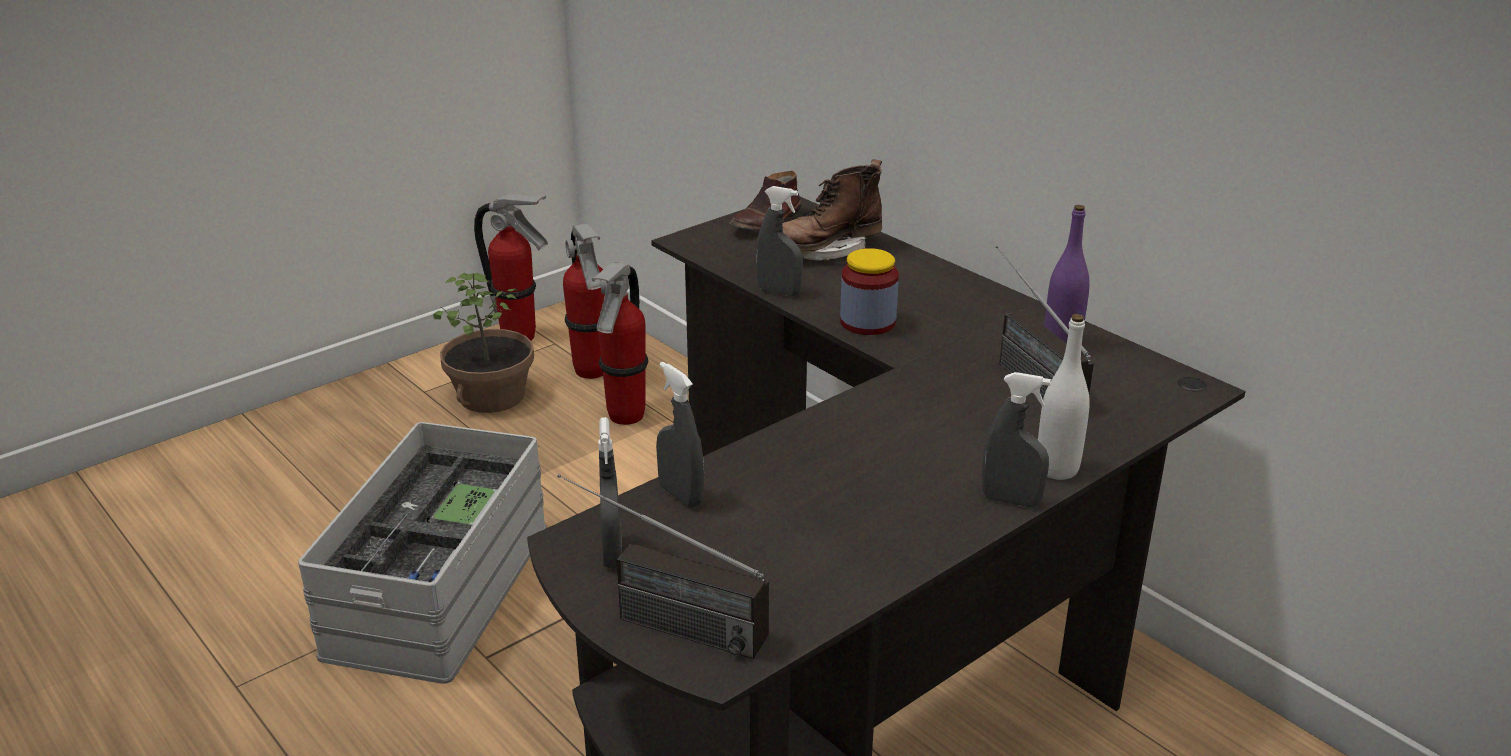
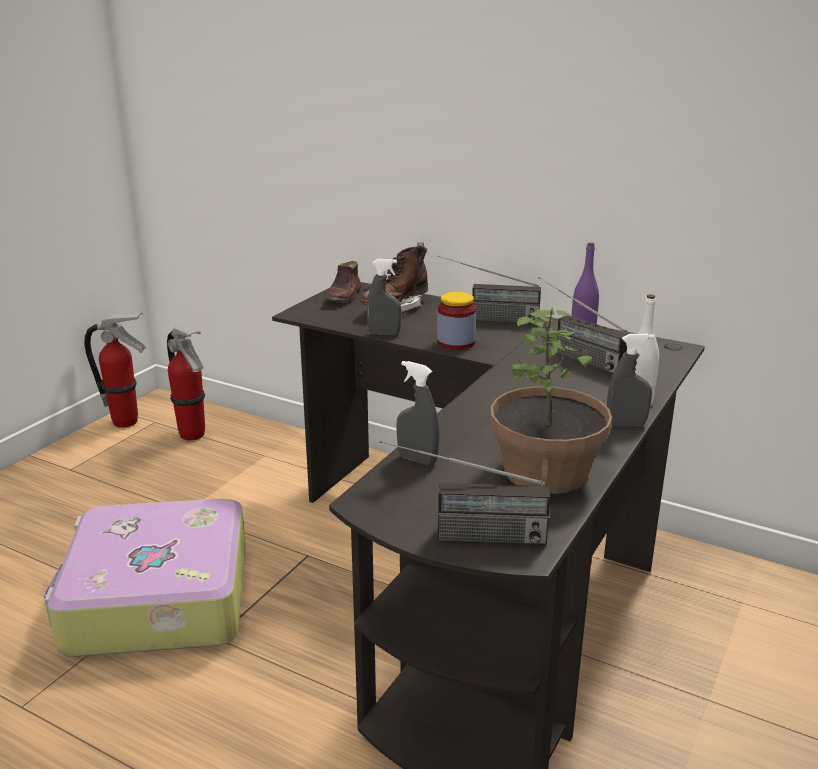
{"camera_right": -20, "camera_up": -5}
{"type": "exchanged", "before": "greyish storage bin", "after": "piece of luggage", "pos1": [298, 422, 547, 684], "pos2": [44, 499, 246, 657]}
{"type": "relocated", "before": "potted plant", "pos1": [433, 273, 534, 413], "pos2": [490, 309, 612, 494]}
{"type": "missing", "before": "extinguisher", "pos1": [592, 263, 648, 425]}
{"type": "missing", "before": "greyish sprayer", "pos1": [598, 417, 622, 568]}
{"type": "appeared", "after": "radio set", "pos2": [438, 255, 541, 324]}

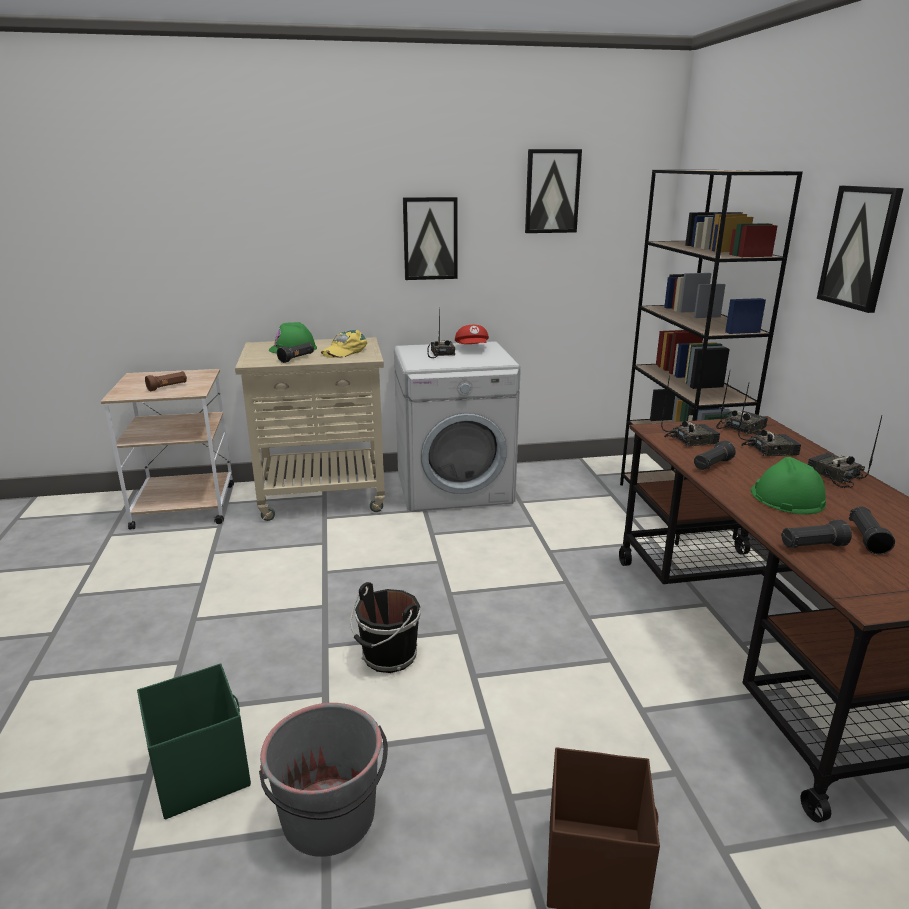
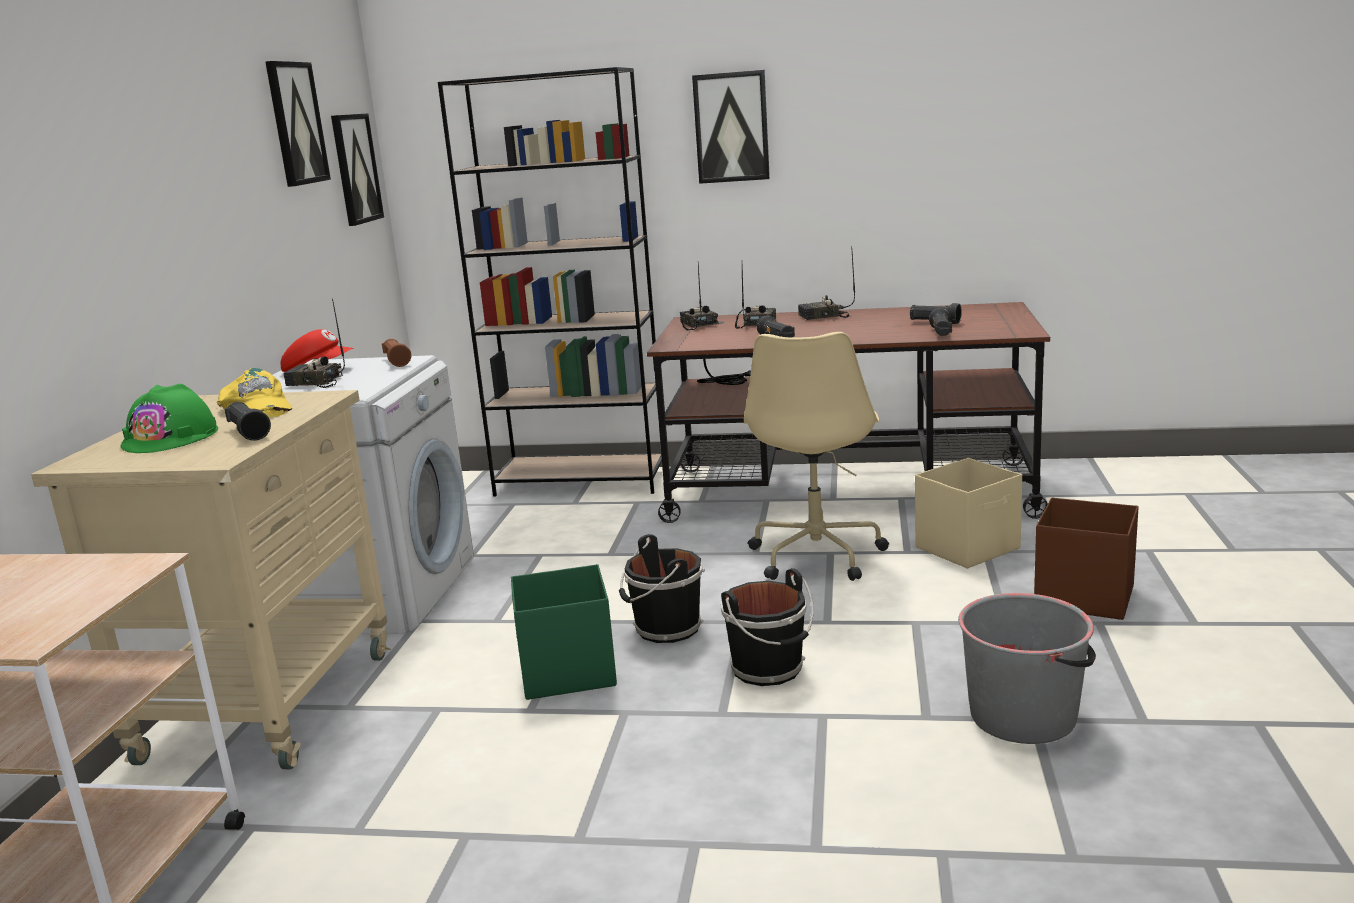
{"camera_right": -70, "camera_up": -5}
{"type": "relocated", "before": "greenish storage bin", "pos1": [137, 663, 251, 819], "pos2": [511, 564, 617, 700]}
{"type": "relocated", "before": "brown flashlight", "pos1": [145, 371, 187, 391], "pos2": [382, 339, 411, 367]}
{"type": "relocated", "before": "picture", "pos1": [403, 197, 458, 280], "pos2": [331, 113, 384, 226]}
{"type": "missing", "before": "radio set", "pos1": [661, 376, 720, 447]}
{"type": "missing", "before": "greenish safety helmet", "pos1": [751, 457, 826, 515]}
{"type": "appeared", "after": "black water bucket", "pos2": [619, 534, 705, 643]}
{"type": "appeared", "after": "beige-coloured office chair", "pos2": [744, 332, 889, 581]}
{"type": "appeared", "after": "beige-coloured storage bin", "pos2": [915, 458, 1022, 569]}

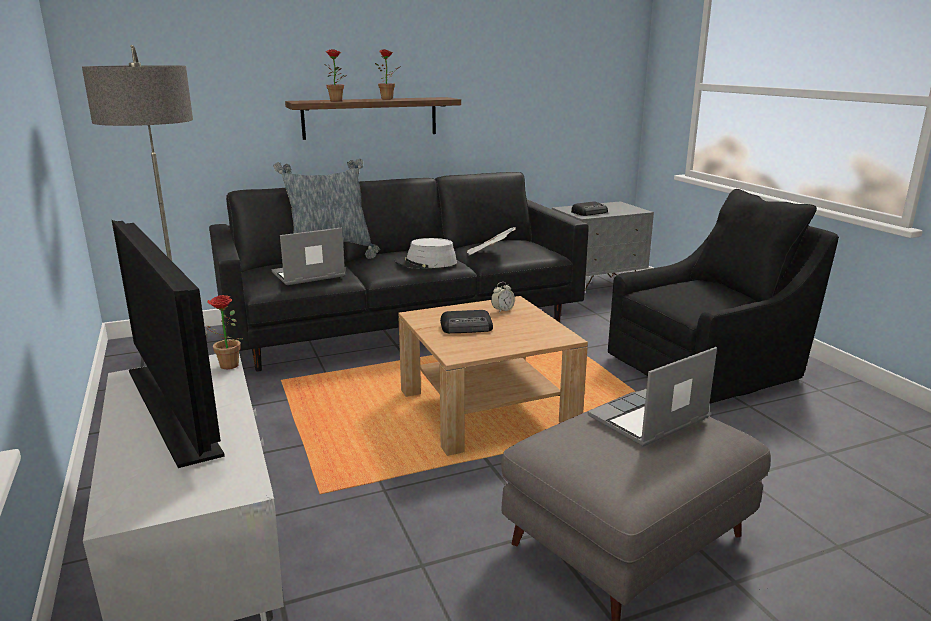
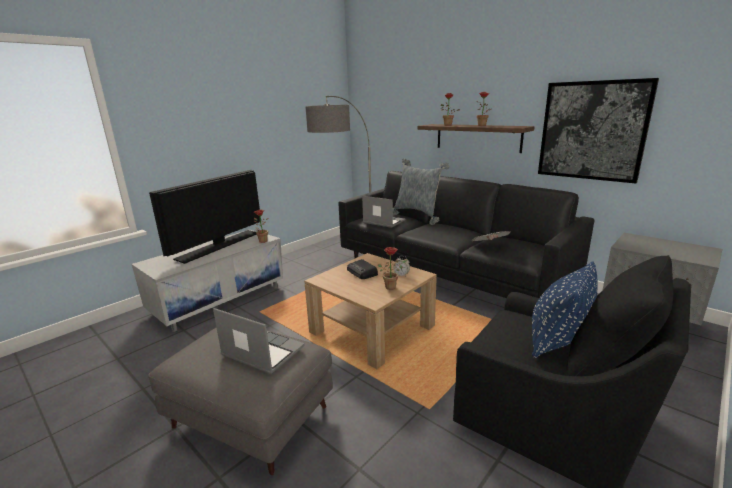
{"camera_right": 65, "camera_up": 0}
{"type": "missing", "before": "greyish clothing hat", "pos1": [394, 238, 457, 269]}
{"type": "missing", "before": "radio set", "pos1": [571, 201, 608, 216]}
{"type": "appeared", "after": "potted plant", "pos2": [378, 247, 408, 290]}
{"type": "appeared", "after": "bluish throw pillow", "pos2": [532, 261, 597, 358]}
{"type": "appeared", "after": "picture", "pos2": [538, 78, 659, 184]}

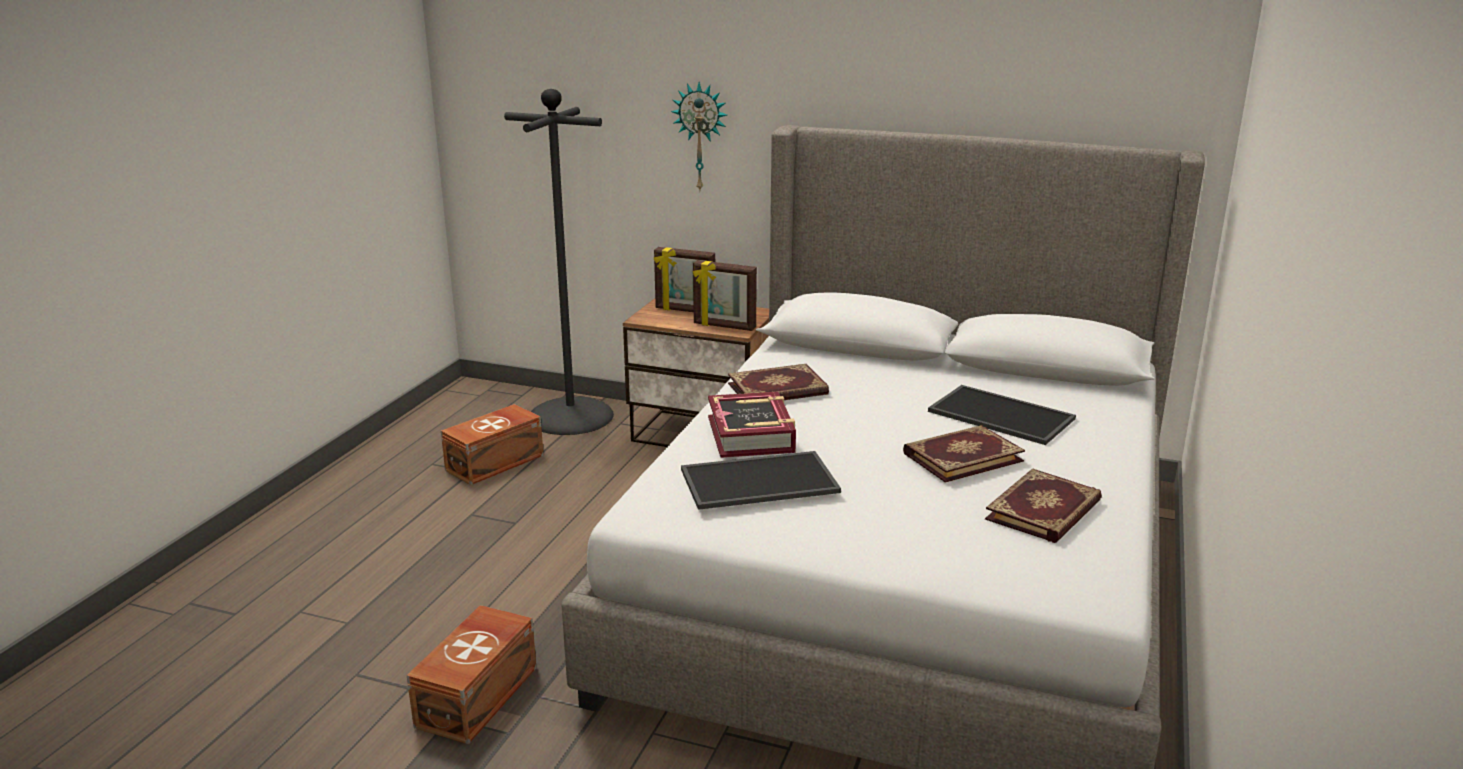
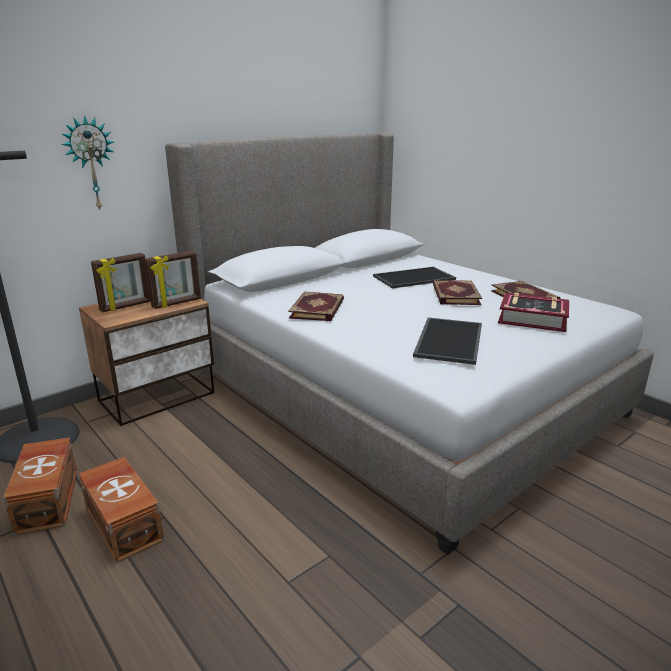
{"camera_right": -60, "camera_up": 0}
{"type": "relocated", "before": "brown storage bin", "pos1": [406, 605, 536, 744], "pos2": [79, 457, 164, 563]}
{"type": "relocated", "before": "book", "pos1": [708, 392, 796, 458], "pos2": [498, 292, 569, 332]}

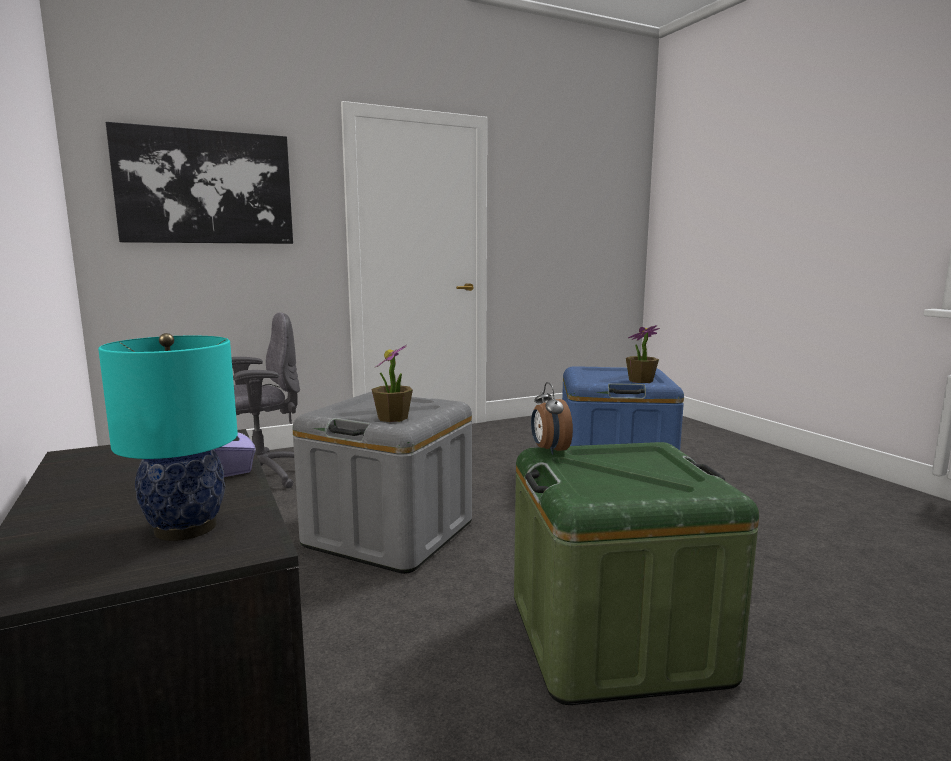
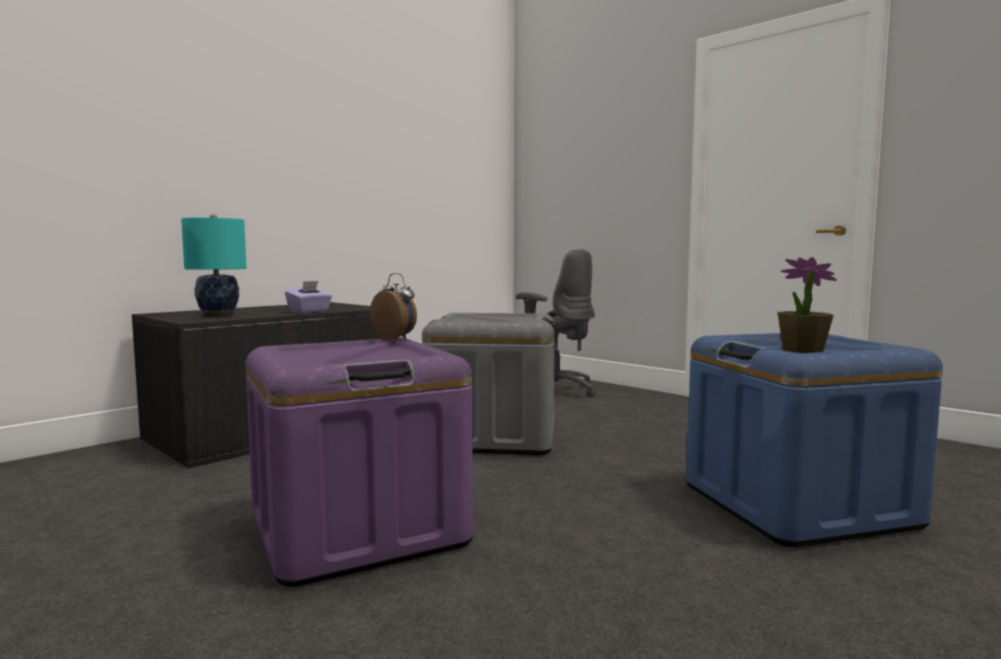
{"camera_right": 70, "camera_up": -5}
{"type": "missing", "before": "picture", "pos1": [106, 122, 293, 244]}
{"type": "missing", "before": "potted plant", "pos1": [371, 345, 413, 422]}
{"type": "colour", "before": "greenish storage bin", "after": "purple storage bin", "pos1": [514, 442, 759, 705], "pos2": [246, 338, 473, 587]}
{"type": "spun", "before": "alarm clock", "pos1": [531, 382, 573, 455], "pos2": [370, 273, 417, 340], "turn": 75}

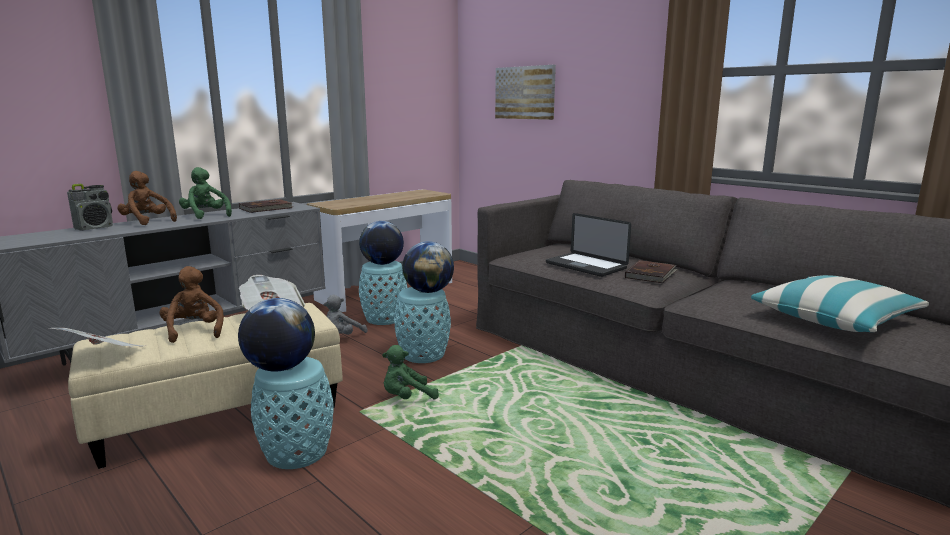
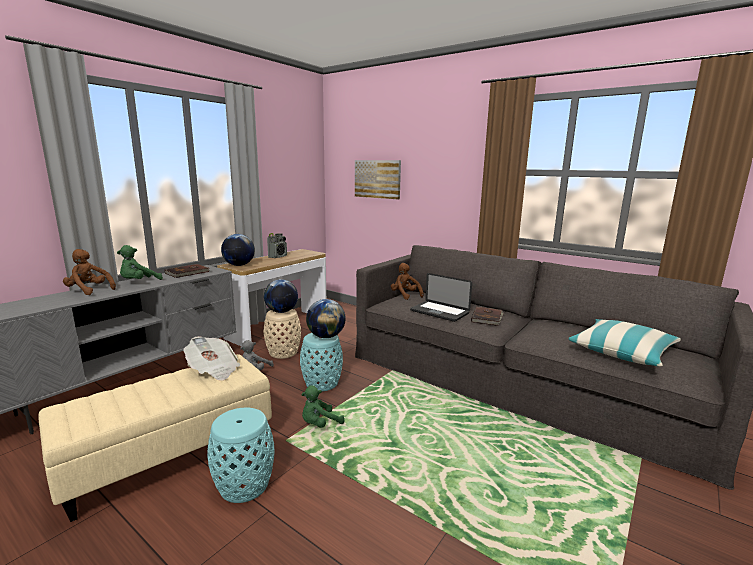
{"camera_right": -10, "camera_up": 0}
{"type": "missing", "before": "printed paper", "pos1": [49, 328, 142, 347]}
{"type": "relocated", "before": "radio set", "pos1": [67, 184, 113, 231], "pos2": [267, 233, 287, 258]}
{"type": "relocated", "before": "brown plush toy", "pos1": [159, 266, 224, 343], "pos2": [391, 263, 424, 300]}
{"type": "spun", "before": "greenish plush toy", "pos1": [179, 167, 232, 219], "pos2": [117, 245, 163, 280], "turn": -90}
{"type": "relocated", "before": "desk globe", "pos1": [238, 298, 315, 371], "pos2": [221, 234, 255, 266]}
{"type": "colour", "before": "blue-green stool", "after": "beige-coloured stool", "pos1": [359, 261, 407, 325], "pos2": [264, 309, 301, 359]}

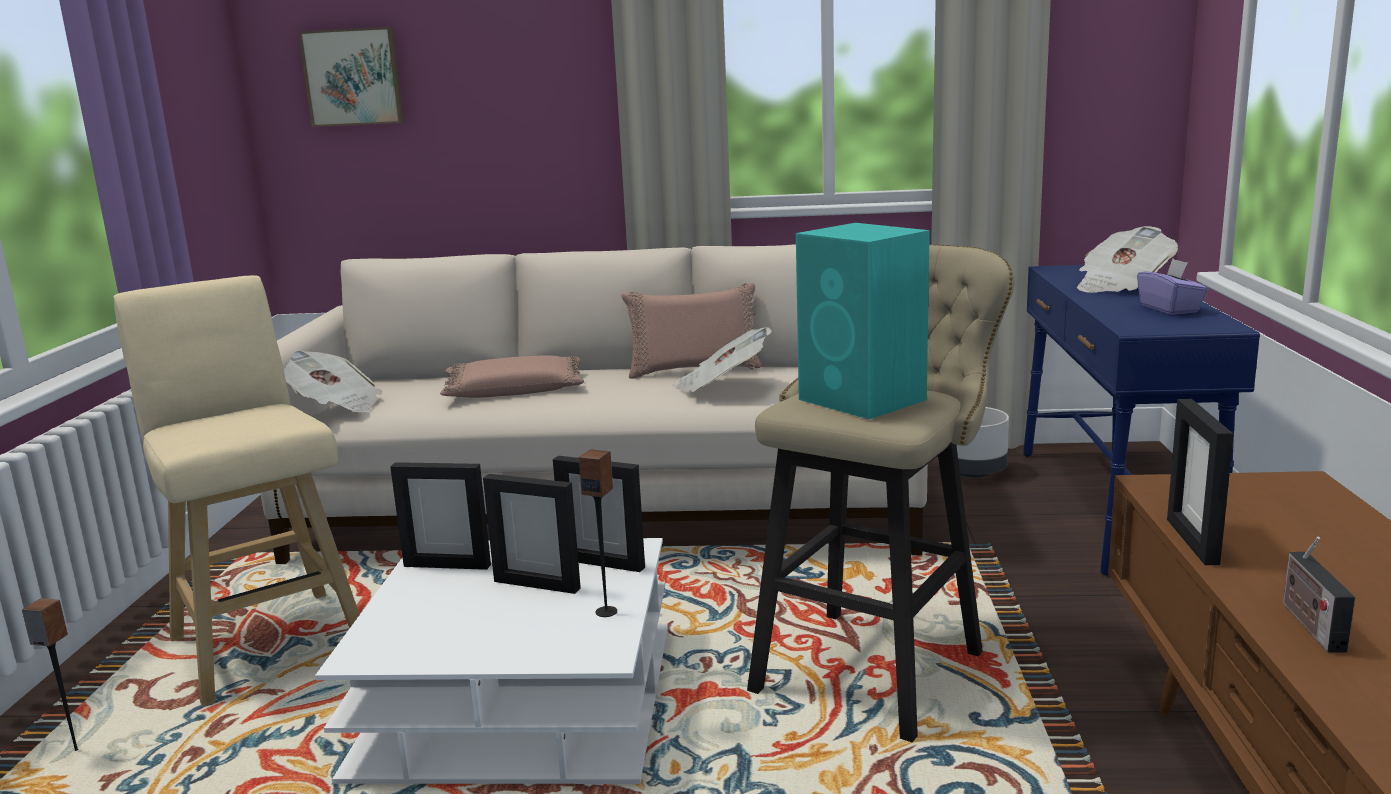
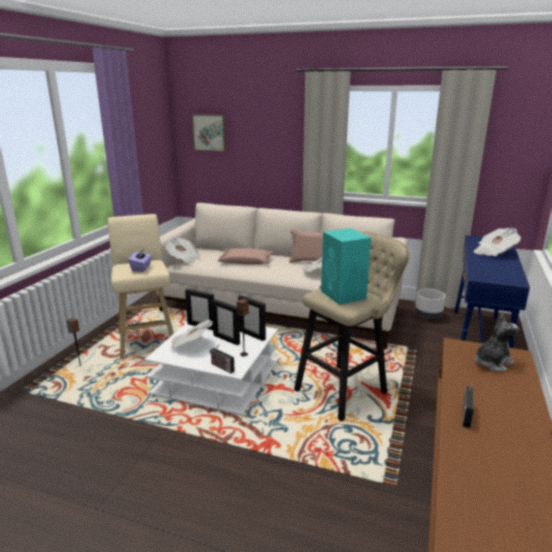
{"camera_right": 15, "camera_up": 5}
{"type": "relocated", "before": "purple tissue box", "pos1": [1137, 259, 1208, 315], "pos2": [129, 249, 152, 272]}
{"type": "missing", "before": "photo frame", "pos1": [1167, 399, 1234, 565]}
{"type": "appeared", "after": "printed paper", "pos2": [171, 319, 213, 349]}
{"type": "appeared", "after": "radio set", "pos2": [210, 344, 235, 373]}
{"type": "appeared", "after": "plush toy", "pos2": [475, 314, 519, 372]}

